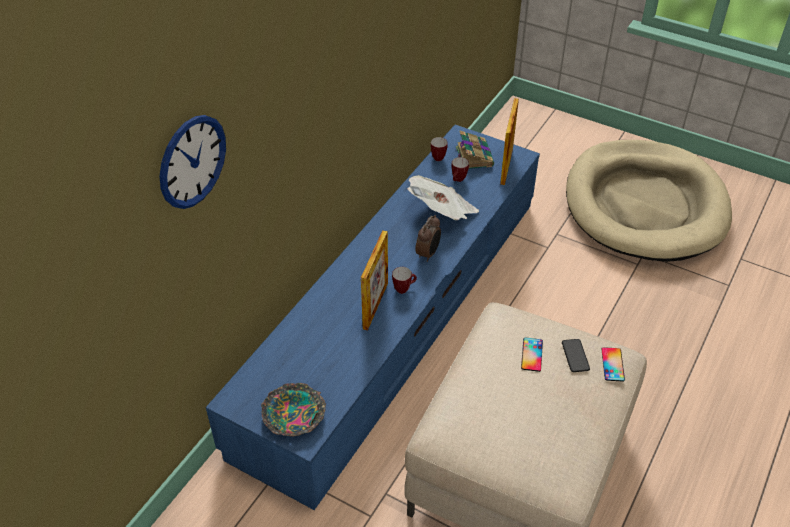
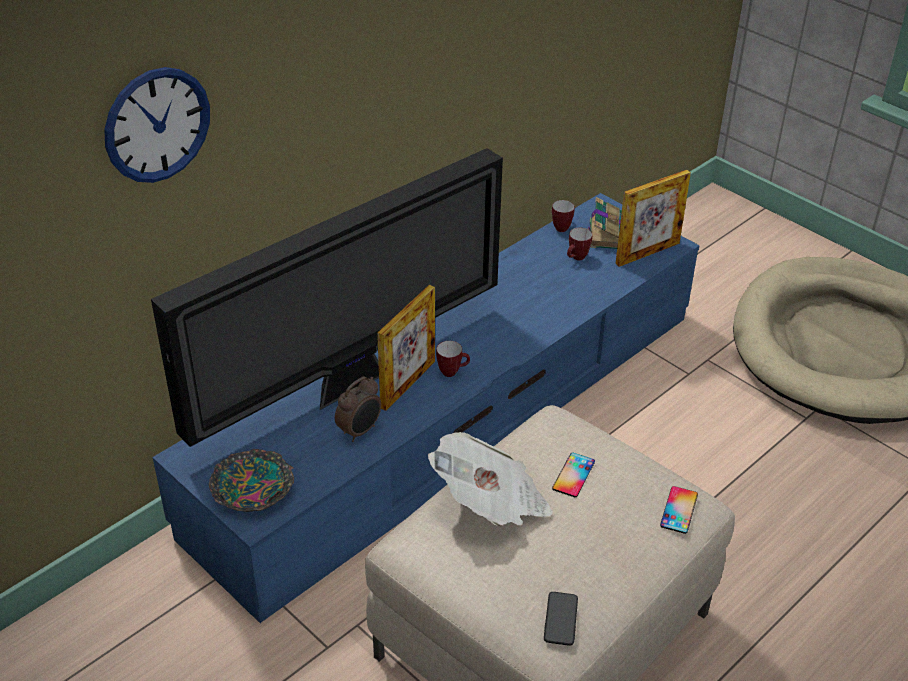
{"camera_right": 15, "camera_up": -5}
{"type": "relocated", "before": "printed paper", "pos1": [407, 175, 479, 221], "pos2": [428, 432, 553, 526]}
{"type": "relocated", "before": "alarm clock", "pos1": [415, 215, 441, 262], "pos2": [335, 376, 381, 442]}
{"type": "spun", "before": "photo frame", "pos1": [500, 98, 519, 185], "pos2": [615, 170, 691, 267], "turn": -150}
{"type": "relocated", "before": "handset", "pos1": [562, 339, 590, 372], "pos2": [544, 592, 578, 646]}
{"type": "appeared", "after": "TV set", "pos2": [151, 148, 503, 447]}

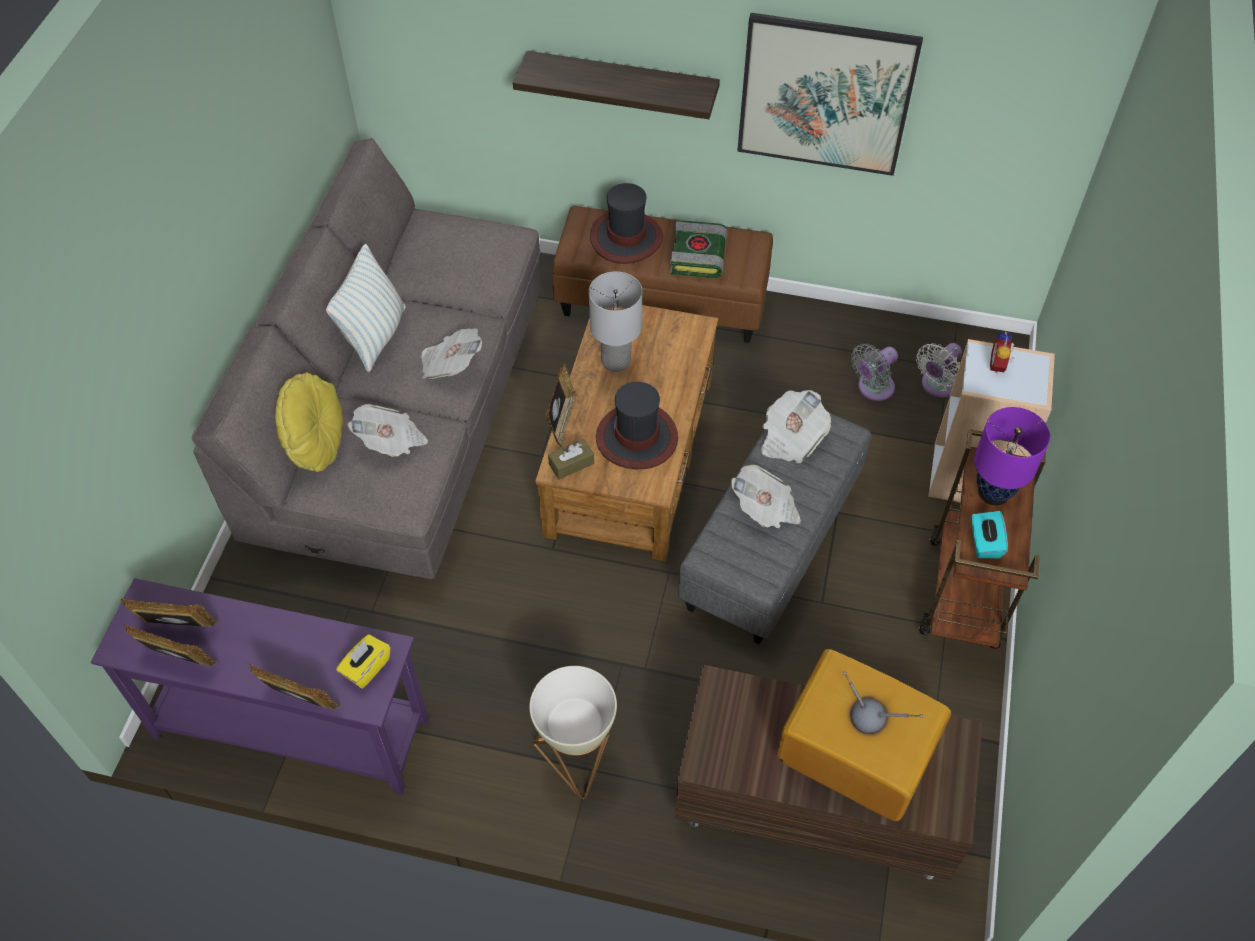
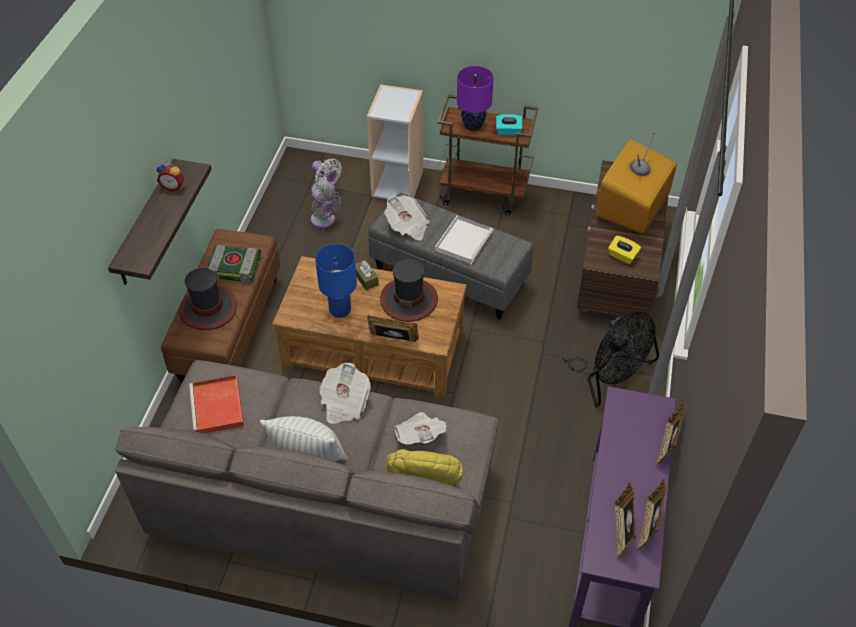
{"camera_right": -90, "camera_up": -5}
{"type": "relocated", "before": "yellow tissue box", "pos1": [336, 634, 390, 689], "pos2": [608, 236, 641, 264]}
{"type": "exchanged", "before": "plant pot", "after": "black electric fan", "pos1": [529, 666, 617, 800], "pos2": [563, 312, 659, 407]}
{"type": "relocated", "before": "brown tissue box", "pos1": [548, 439, 594, 480], "pos2": [355, 260, 379, 290]}
{"type": "colour", "before": "greyish tabletop lamp", "after": "bluish tabletop lamp", "pos1": [589, 271, 642, 372], "pos2": [315, 244, 357, 318]}
{"type": "exchanged", "before": "printed paper", "after": "white serving tray", "pos1": [731, 465, 801, 528], "pos2": [435, 216, 494, 264]}
{"type": "missing", "before": "picture", "pos1": [737, 13, 923, 176]}
{"type": "relocated", "before": "alarm clock", "pos1": [990, 332, 1014, 374], "pos2": [157, 163, 184, 191]}
{"type": "appeared", "after": "red serving tray", "pos2": [189, 375, 244, 433]}

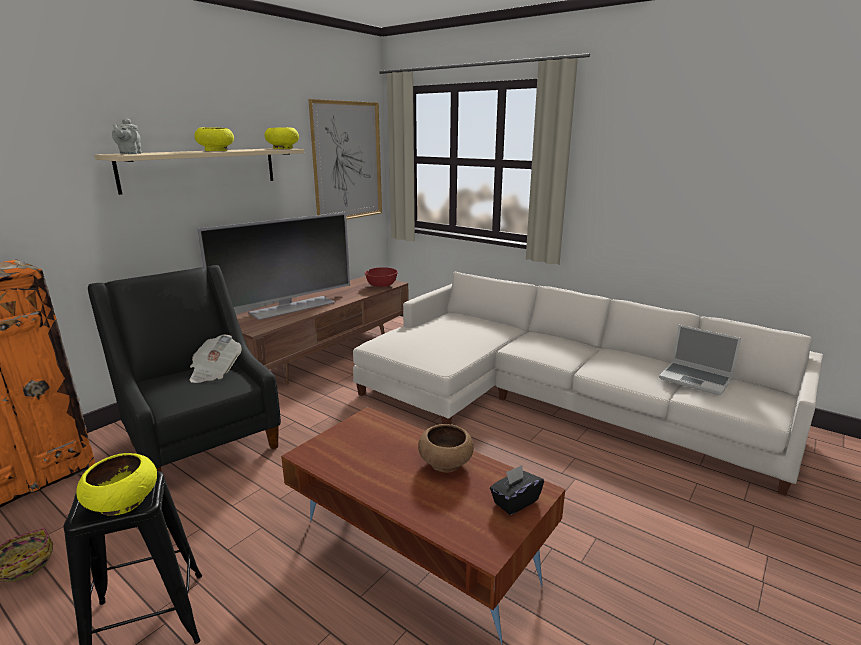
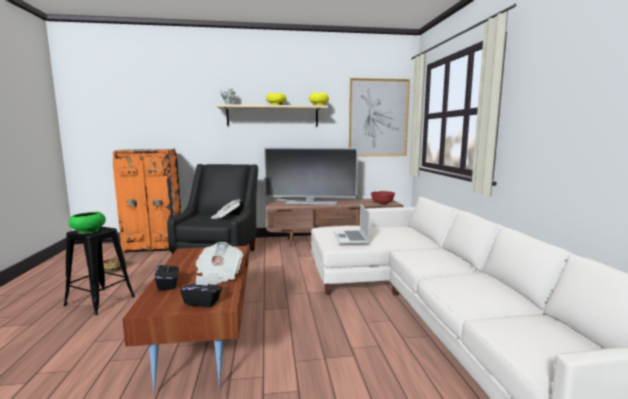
{"camera_right": 45, "camera_up": -10}
{"type": "colour", "before": "yellow serving bowl", "after": "greenish serving bowl", "pos1": [76, 453, 157, 516], "pos2": [69, 212, 106, 234]}
{"type": "exchanged", "before": "brown serving bowl", "after": "printed paper", "pos1": [418, 424, 474, 472], "pos2": [195, 242, 243, 285]}
{"type": "relocated", "before": "laptop", "pos1": [659, 325, 741, 395], "pos2": [334, 204, 370, 244]}
{"type": "appeared", "after": "black tissue box", "pos2": [155, 261, 179, 291]}

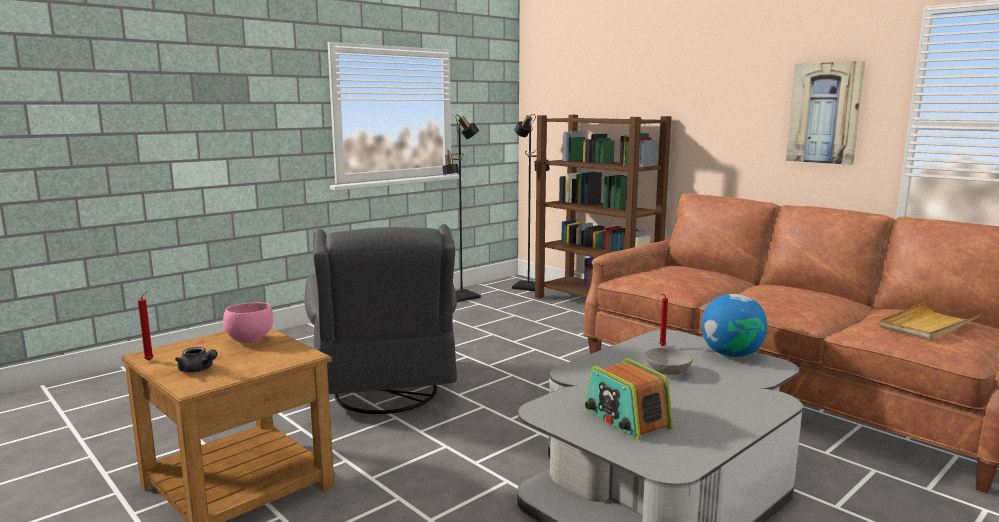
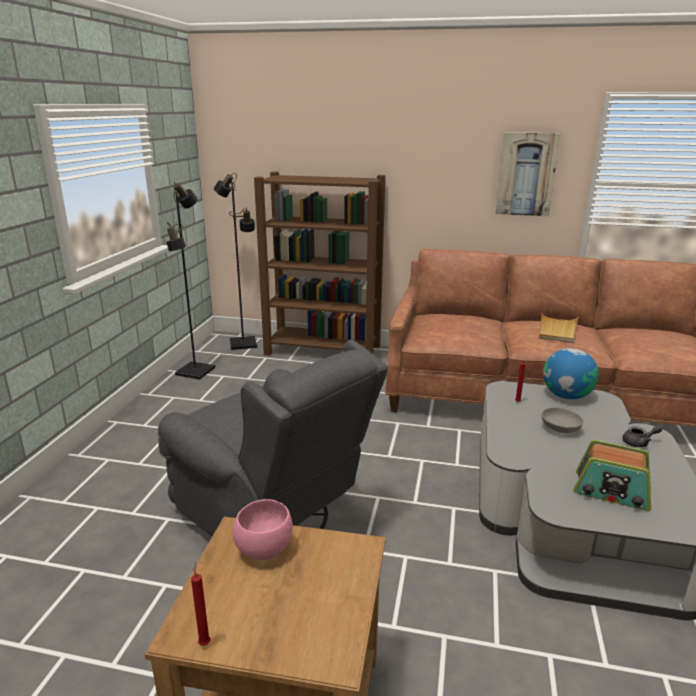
{"camera_right": -35, "camera_up": 10}
{"type": "relocated", "before": "greyish pot for tea", "pos1": [175, 347, 218, 373], "pos2": [622, 425, 662, 447]}
{"type": "relocated", "before": "beige-coloured serving tray", "pos1": [879, 302, 981, 340], "pos2": [539, 313, 578, 343]}

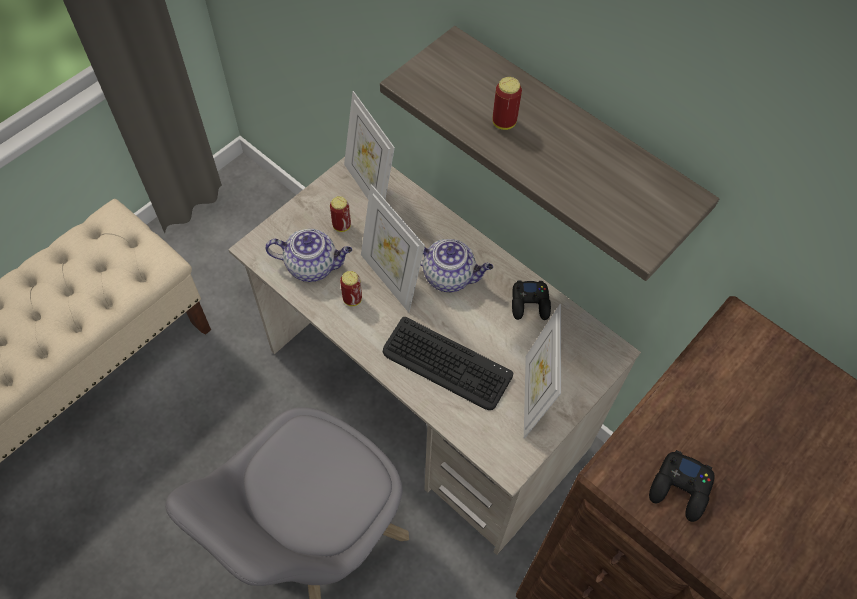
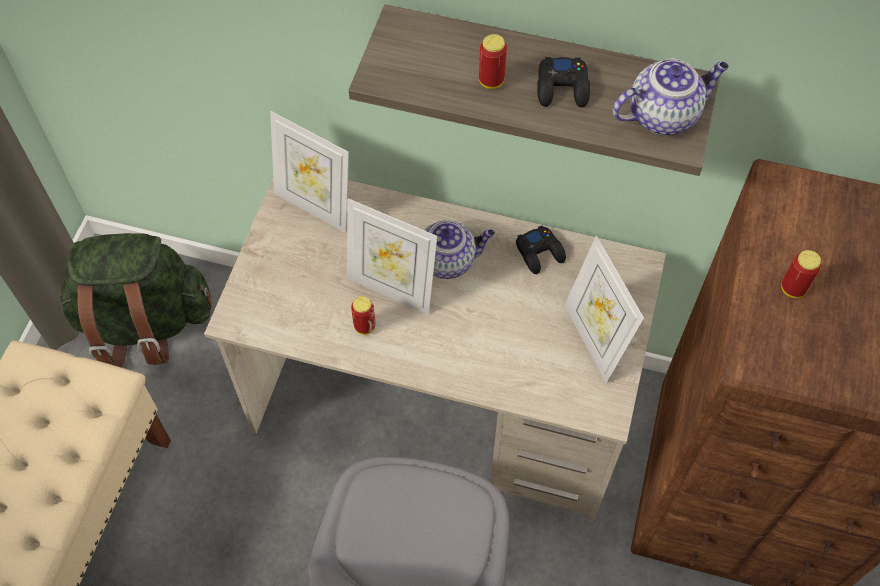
{"camera_right": -25, "camera_up": 0}
{"type": "relocated", "before": "pot for tea", "pos1": [265, 229, 352, 282], "pos2": [613, 59, 729, 135]}
{"type": "relocated", "before": "metal can", "pos1": [330, 196, 351, 232], "pos2": [781, 250, 822, 298]}
{"type": "missing", "before": "keyboard", "pos1": [383, 317, 513, 410]}
{"type": "relocated", "before": "black game controller", "pos1": [649, 450, 715, 522], "pos2": [537, 57, 590, 107]}
{"type": "appeared", "after": "greenish rucksack", "pos2": [60, 233, 212, 368]}

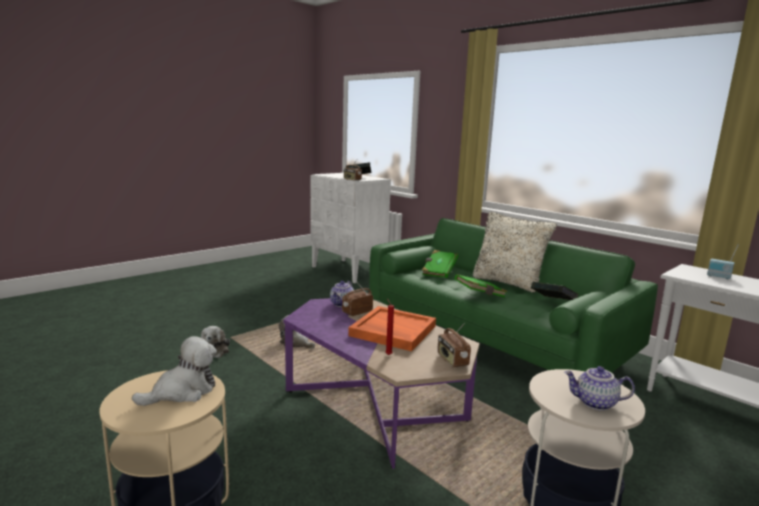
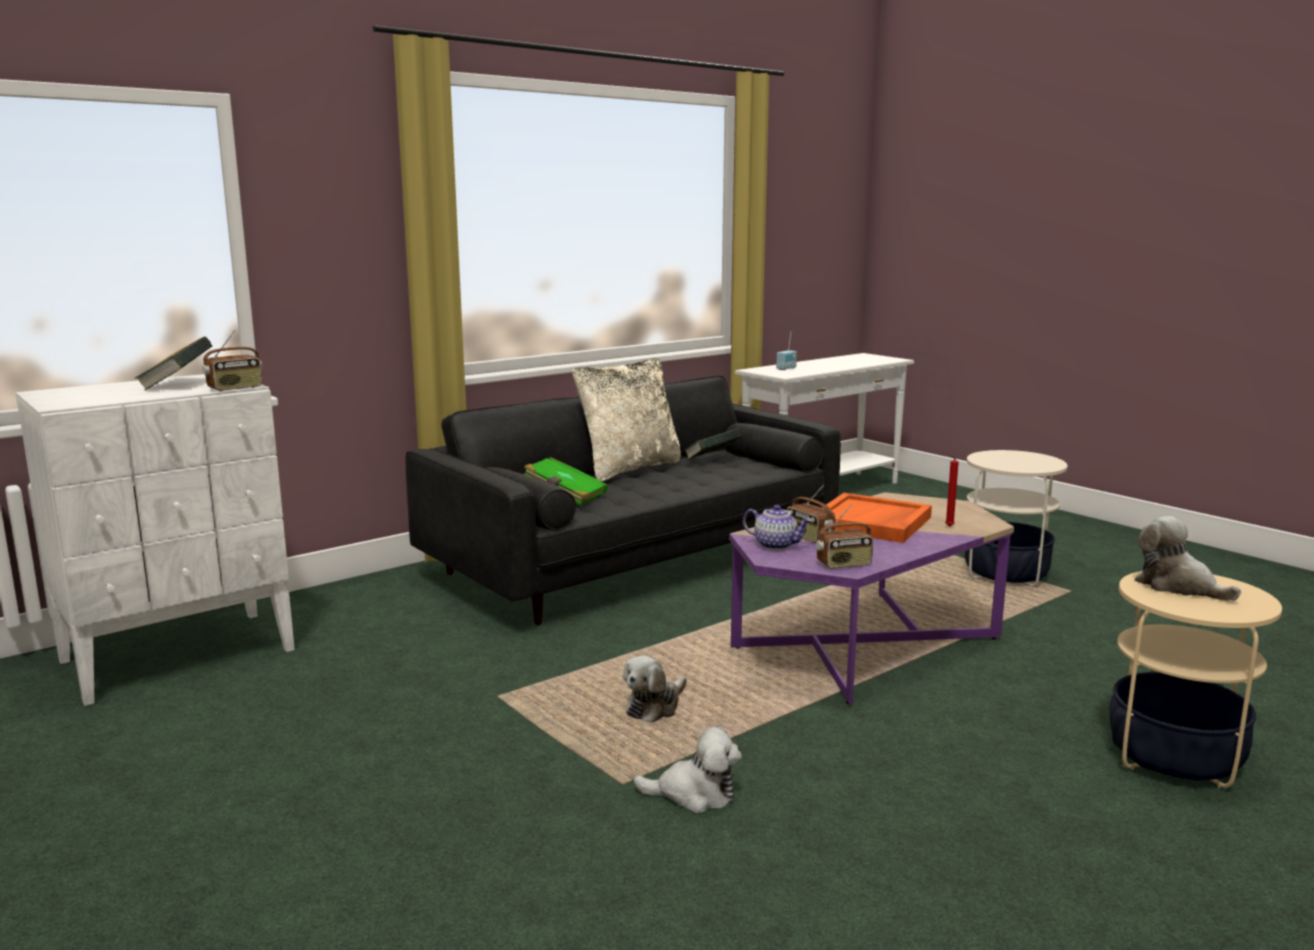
{"camera_right": -85, "camera_up": 0}
{"type": "colour", "before": "greenish sofa", "after": "black sofa", "pos1": [369, 218, 658, 373], "pos2": [406, 376, 841, 625]}
{"type": "relocated", "before": "radio set", "pos1": [437, 323, 471, 367], "pos2": [816, 505, 873, 569]}
{"type": "missing", "before": "greenish book", "pos1": [455, 274, 507, 298]}
{"type": "missing", "before": "pot for tea", "pos1": [564, 366, 635, 410]}

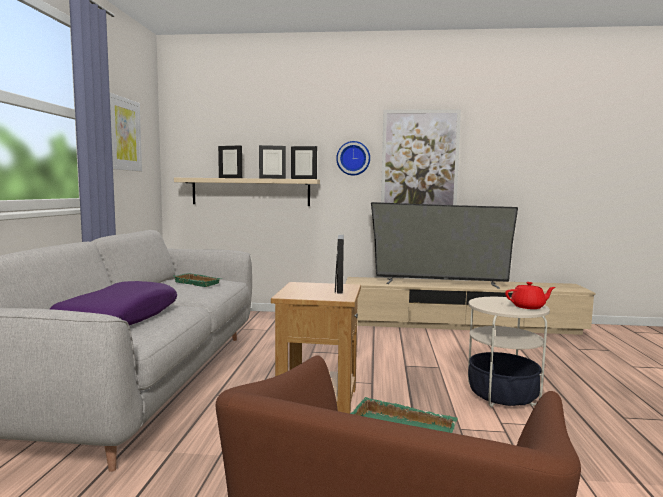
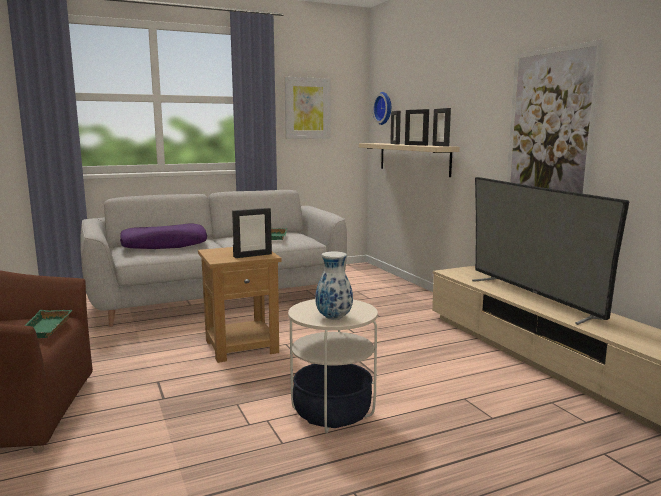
{"camera_right": 60, "camera_up": 5}
{"type": "relocated", "before": "hanging clock", "pos1": [336, 141, 370, 176], "pos2": [373, 92, 391, 125]}
{"type": "exchanged", "before": "red pot for tea", "after": "flower vase", "pos1": [505, 282, 556, 309], "pos2": [315, 252, 353, 320]}

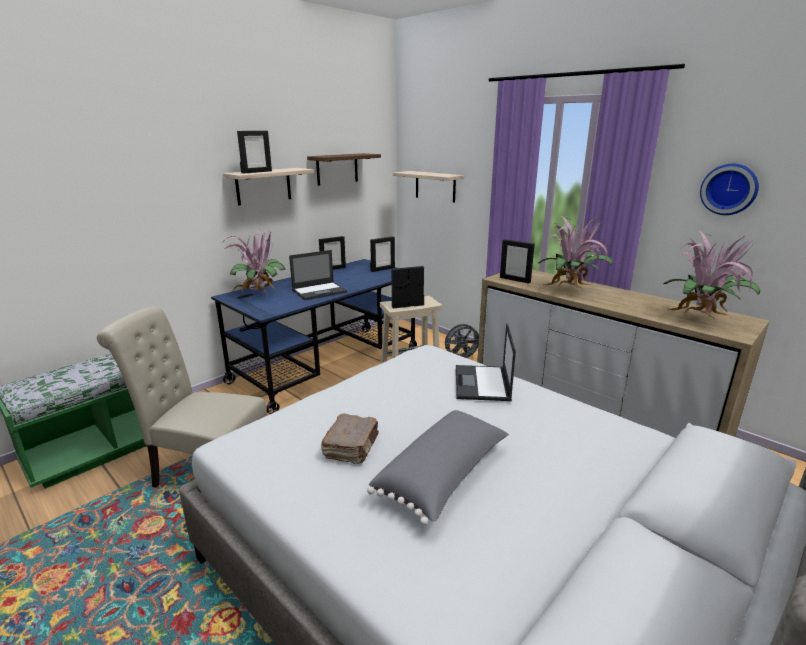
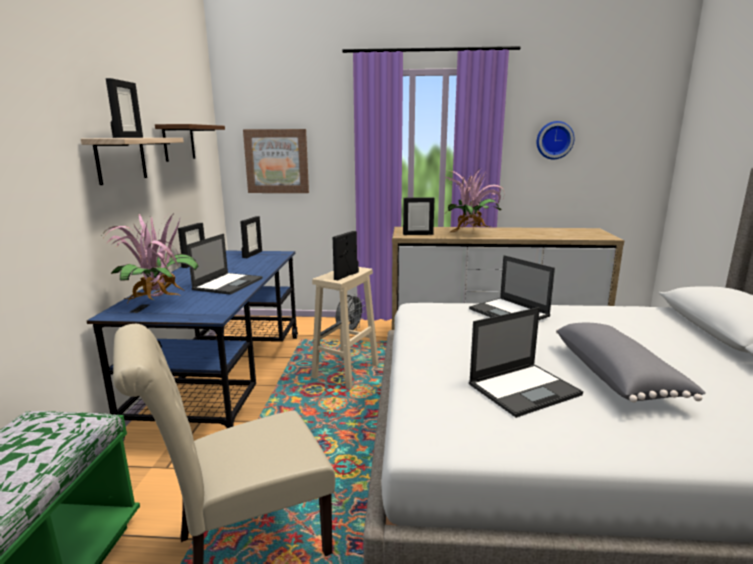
{"camera_right": -40, "camera_up": -5}
{"type": "exchanged", "before": "brown book", "after": "laptop", "pos1": [321, 414, 379, 464], "pos2": [469, 307, 583, 418]}
{"type": "exchanged", "before": "shelf", "after": "picture", "pos1": [393, 171, 464, 202], "pos2": [243, 129, 309, 193]}
{"type": "missing", "before": "potted plant", "pos1": [663, 231, 760, 318]}

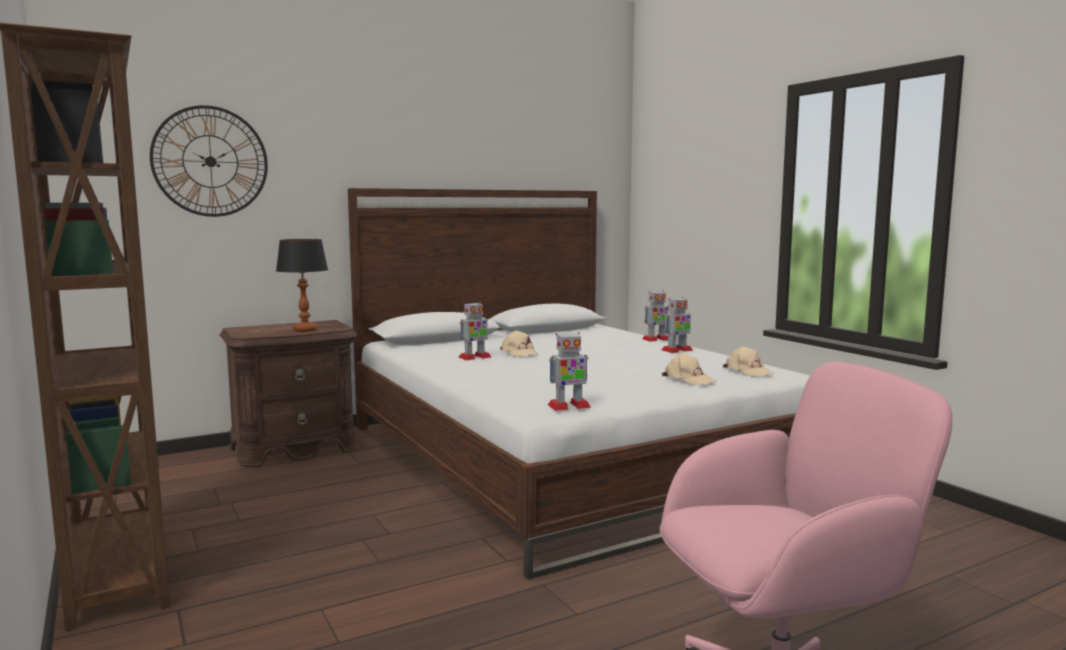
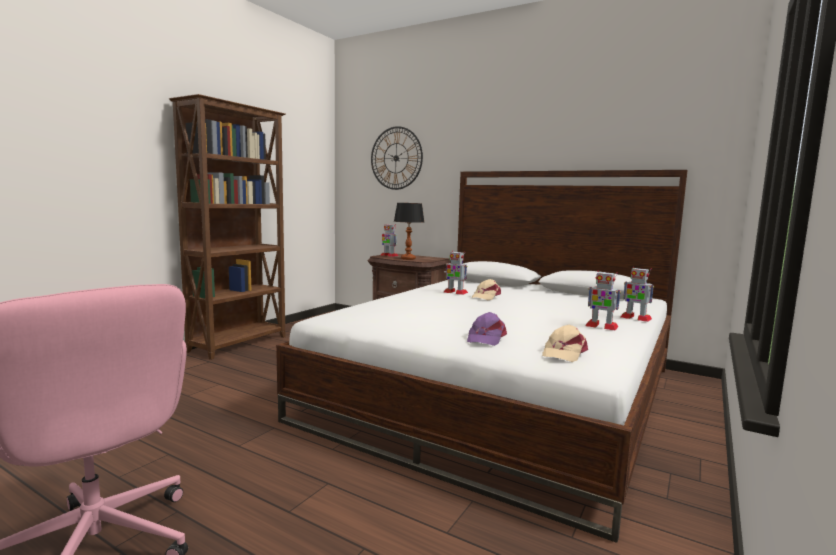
{"camera_right": 60, "camera_up": 0}
{"type": "relocated", "before": "toy robot", "pos1": [548, 332, 591, 411], "pos2": [381, 224, 398, 257]}
{"type": "colour", "before": "beige-coloured baseball cap", "after": "purple baseball cap", "pos1": [662, 353, 716, 386], "pos2": [467, 312, 507, 346]}

